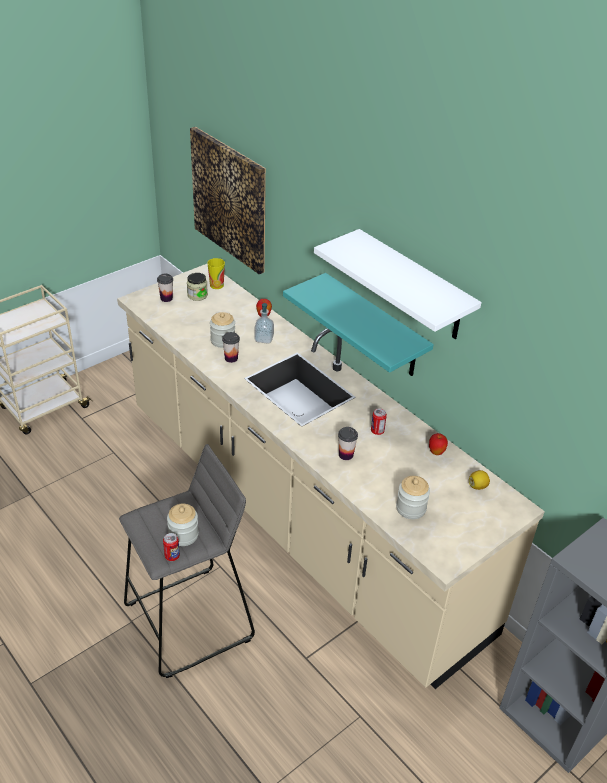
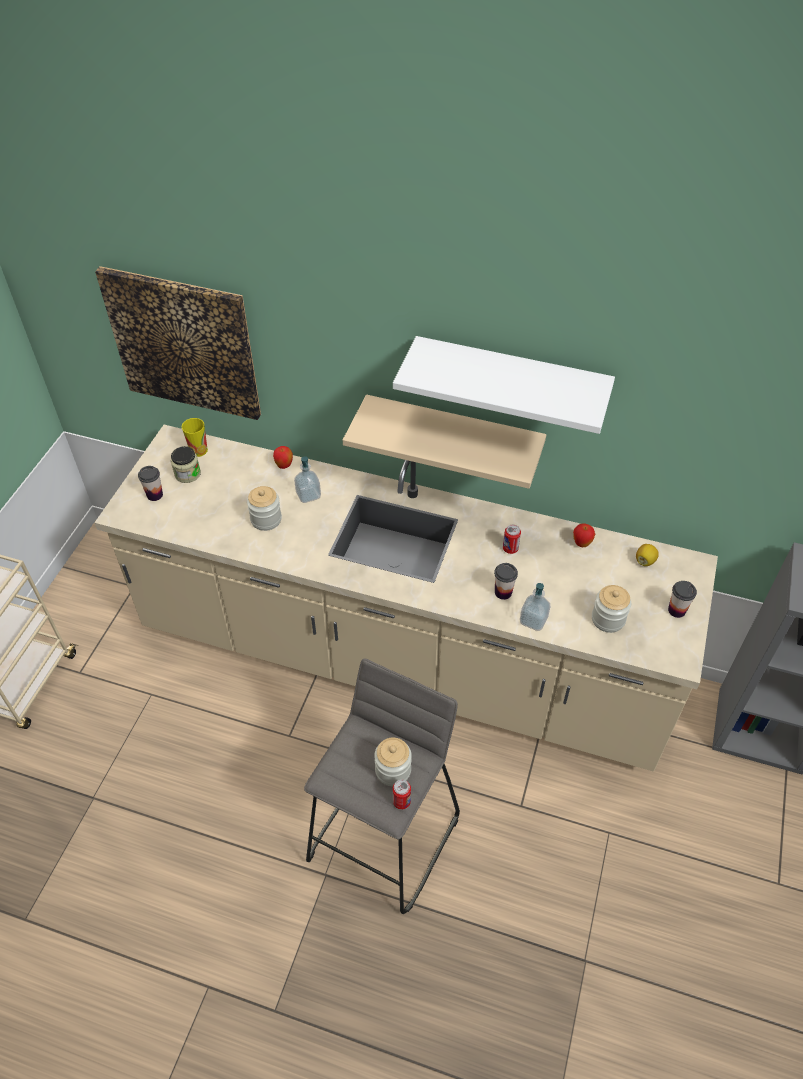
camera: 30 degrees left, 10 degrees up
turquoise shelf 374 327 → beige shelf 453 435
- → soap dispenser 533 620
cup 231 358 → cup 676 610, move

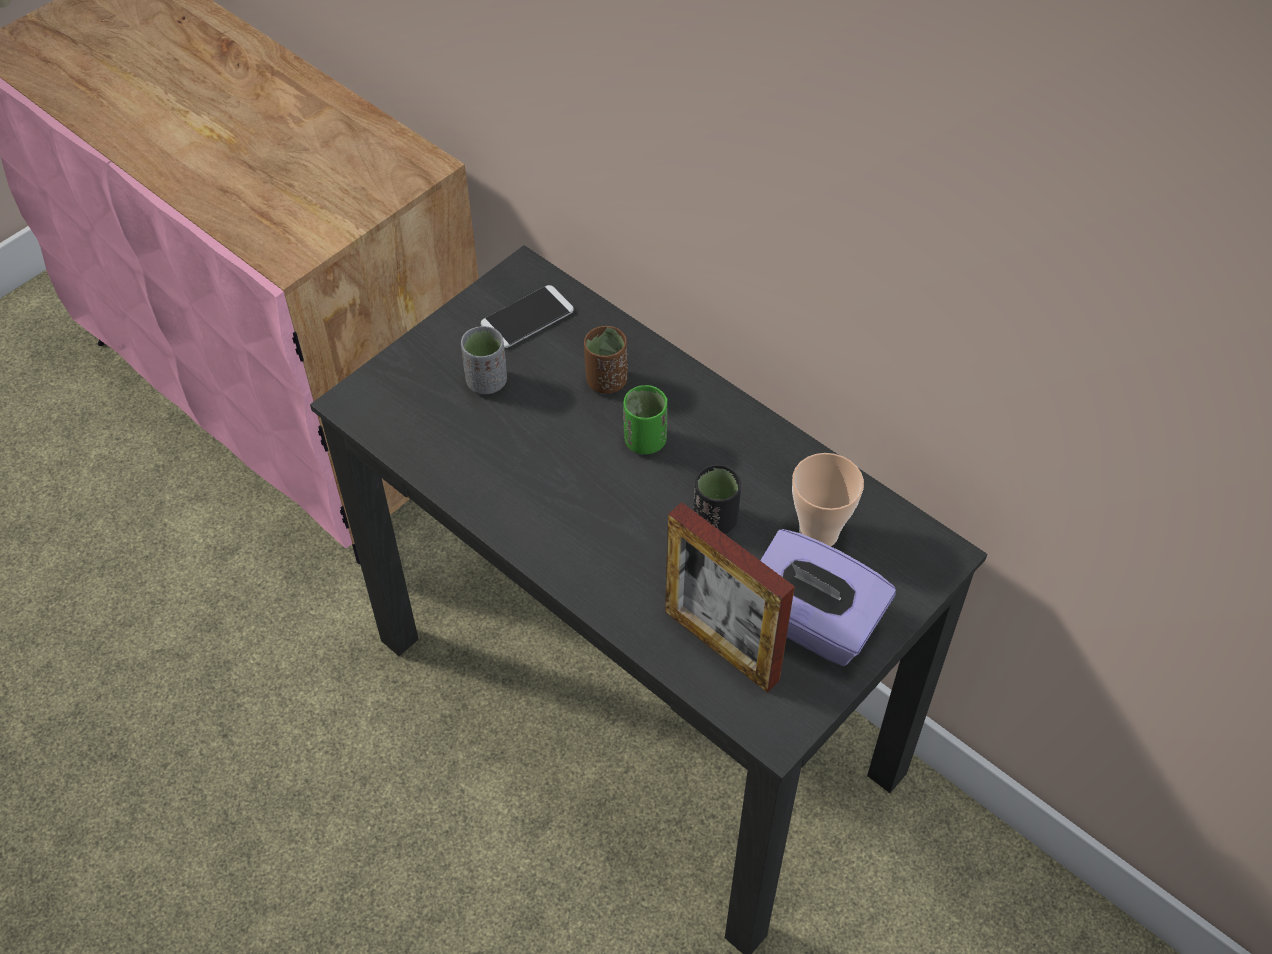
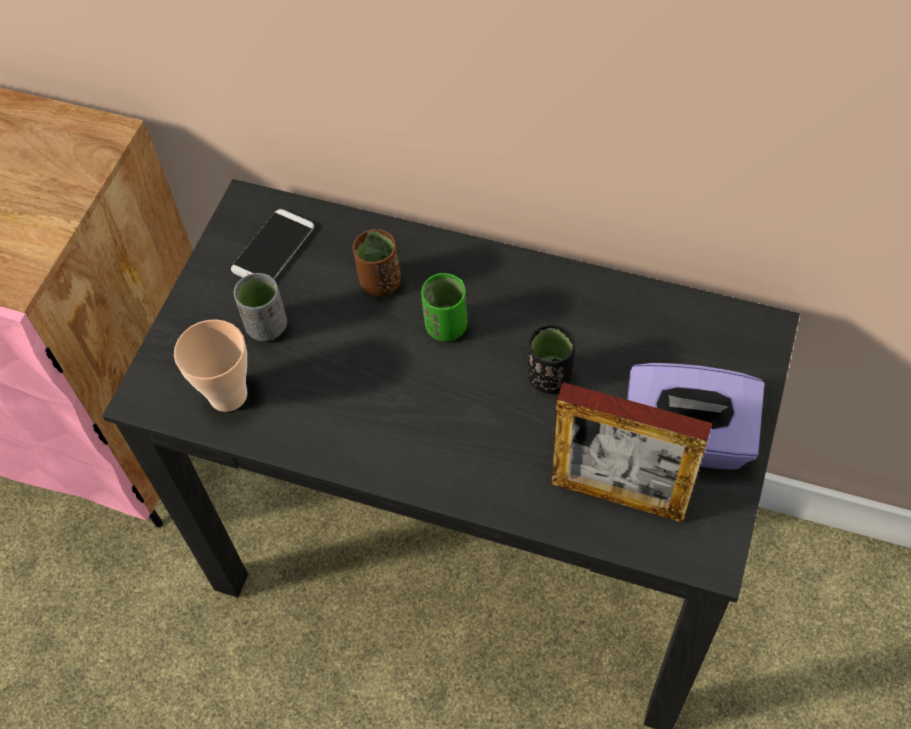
camera: 20 degrees left, 5 degrees up
cup 818 533 → cup 228 395, move

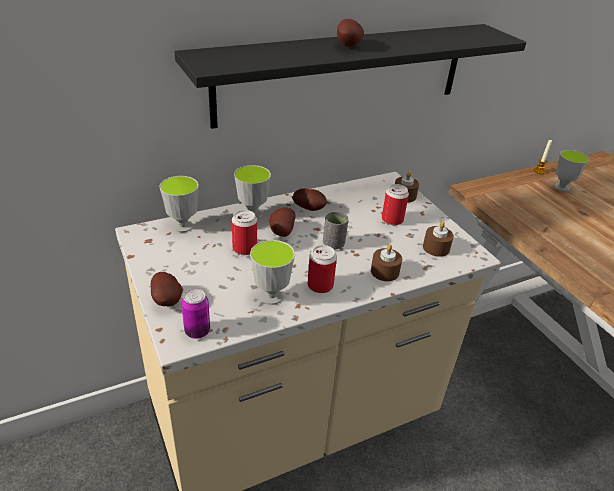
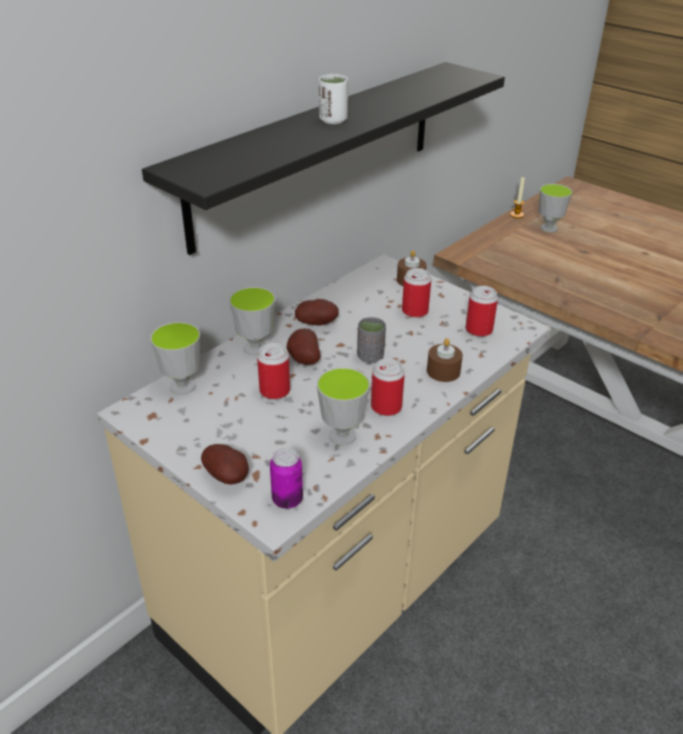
camera: 20 degrees left, 0 degrees up
potato 348 46 → white cup 333 120
brown candle 436 248 → can 479 330

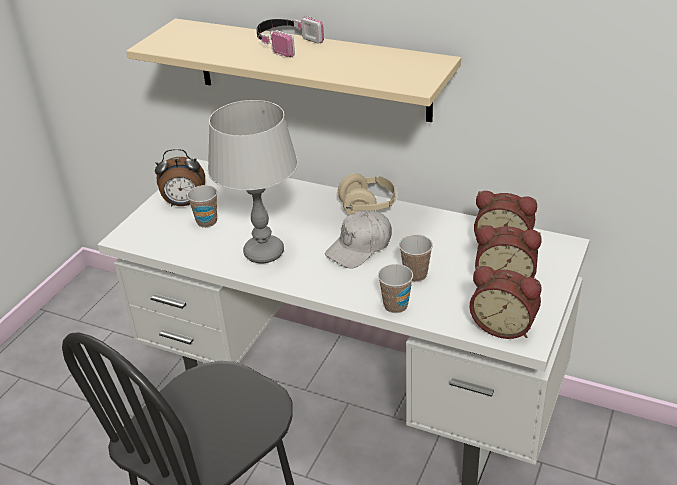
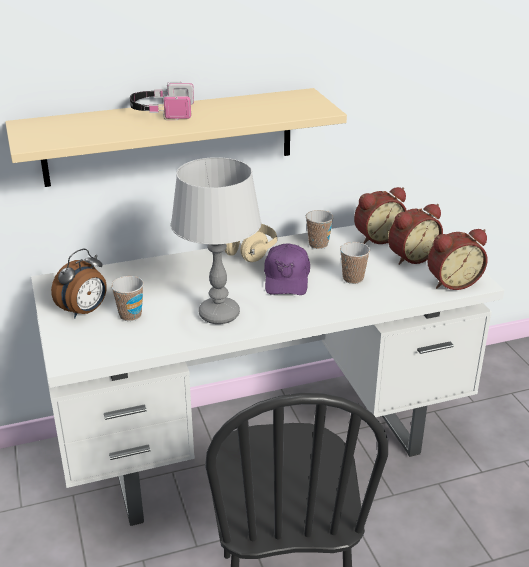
camera: 45 degrees left, 5 degrees down
white cap 360 247 → purple cap 287 279
cup 395 305 → cup 318 244, move

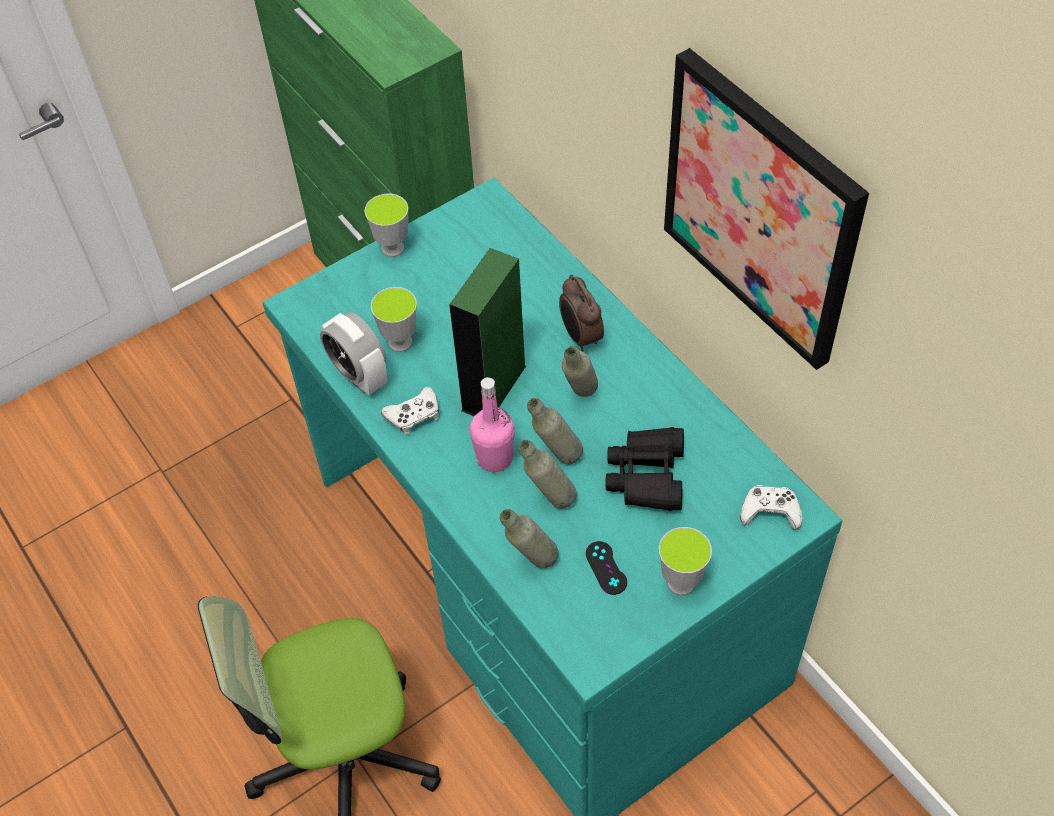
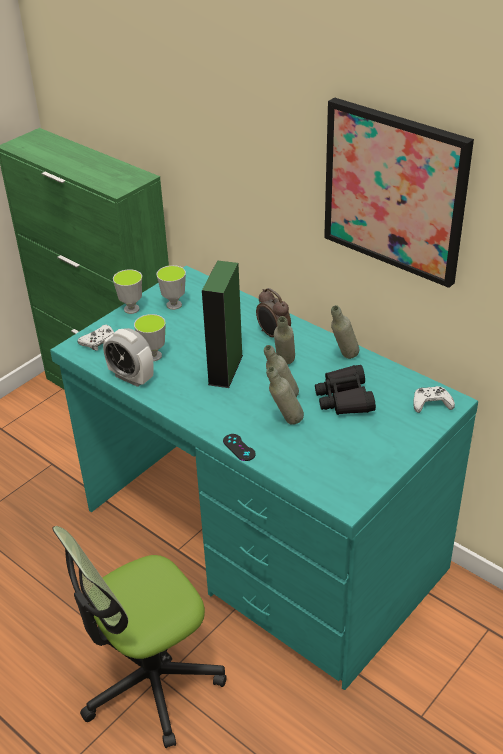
camera: 15 degrees left, 15 degrees down
white game controller 414 415 → white game controller 99 341, move
cup 681 583 → cup 174 305, move
black game controller 606 568 → black game controller 239 447, move
grey bottle 531 563 → grey bottle 343 358, move
pink bottle 494 458 → -

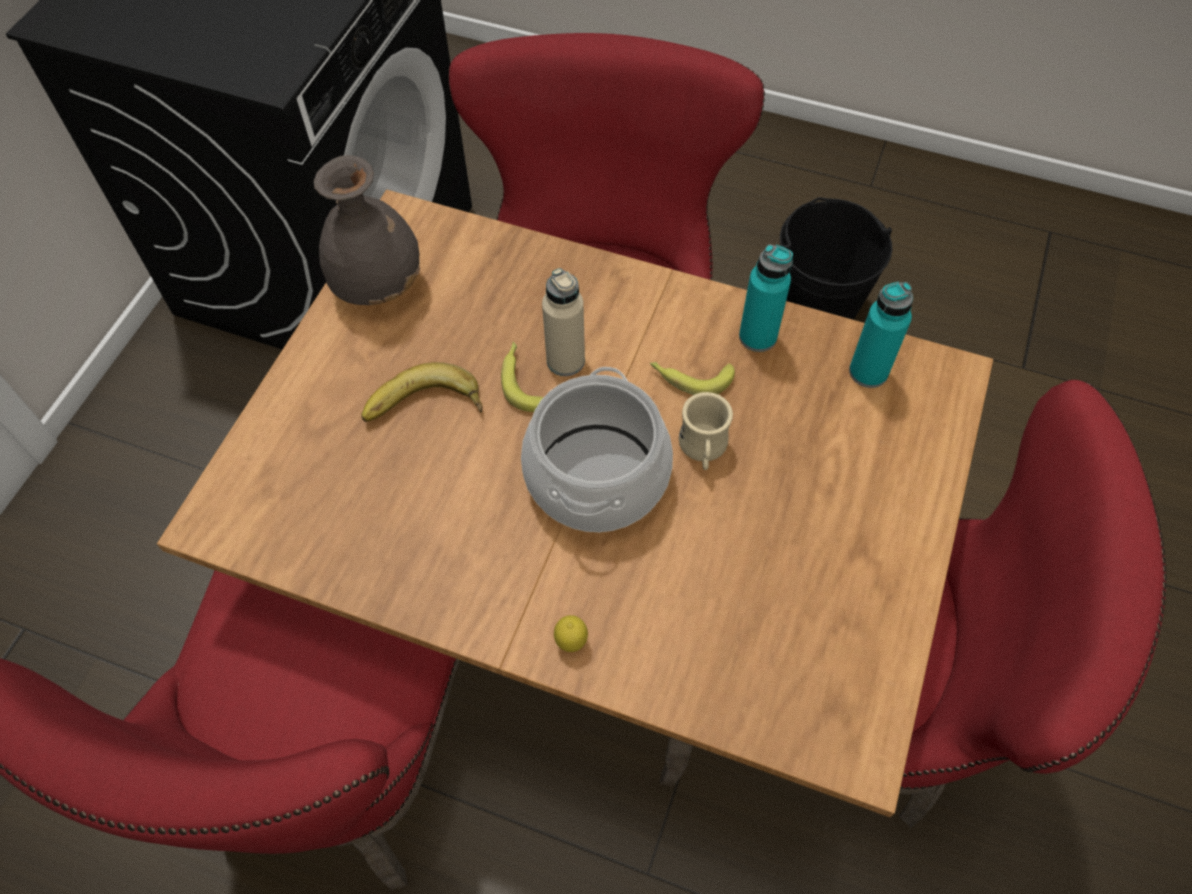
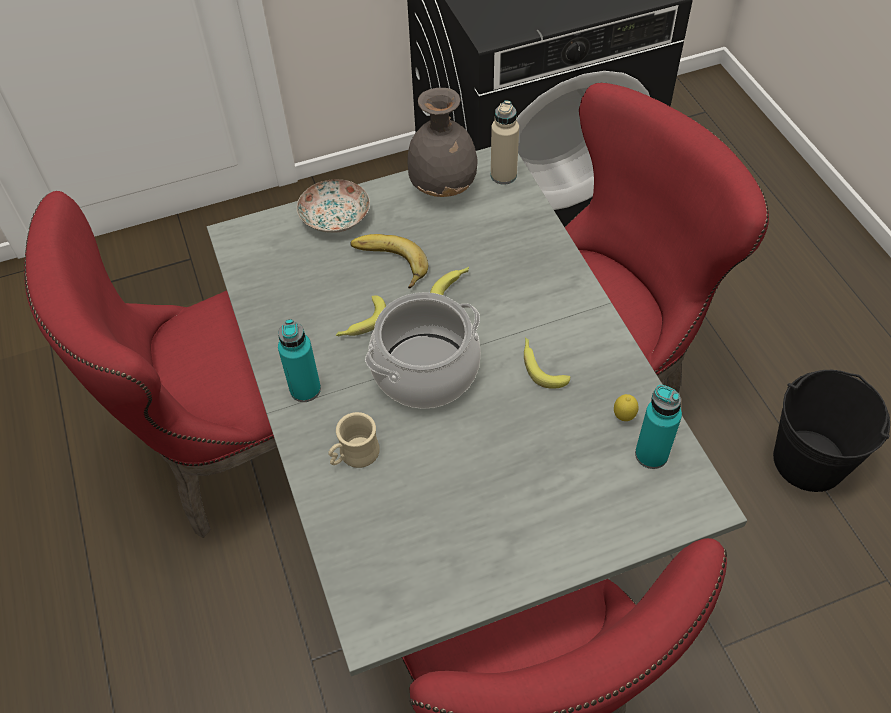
camera: 50 degrees right, 5 degrees down
brown dining table 597 606 → grey dining table 451 502
turquoise bottle 757 337 → turquoise bottle 305 389, move
- → plate 336 216
beige mug 703 449 → beige mug 354 455, move
- → banana 361 323
beige bottle 565 360 → beige bottle 503 175, move
lemon 571 642 → lemon 623 417, move

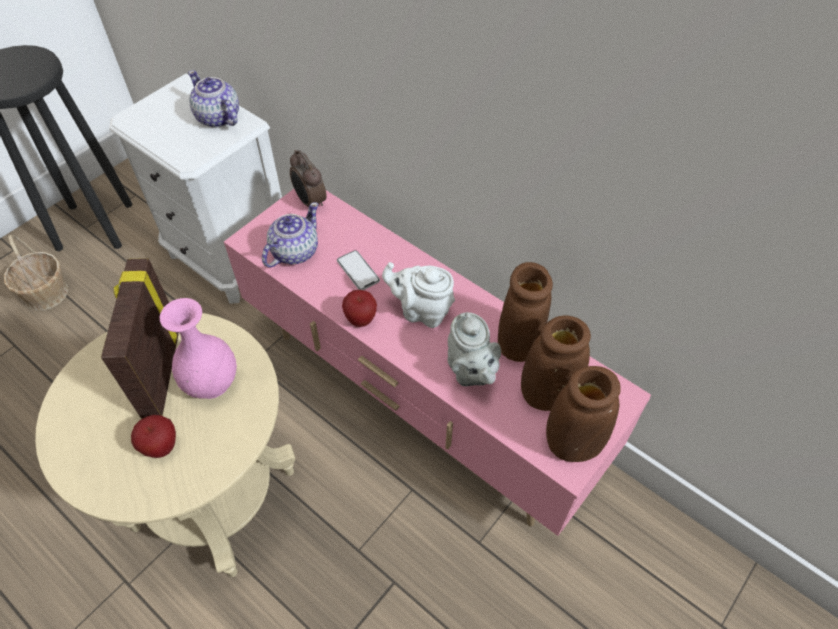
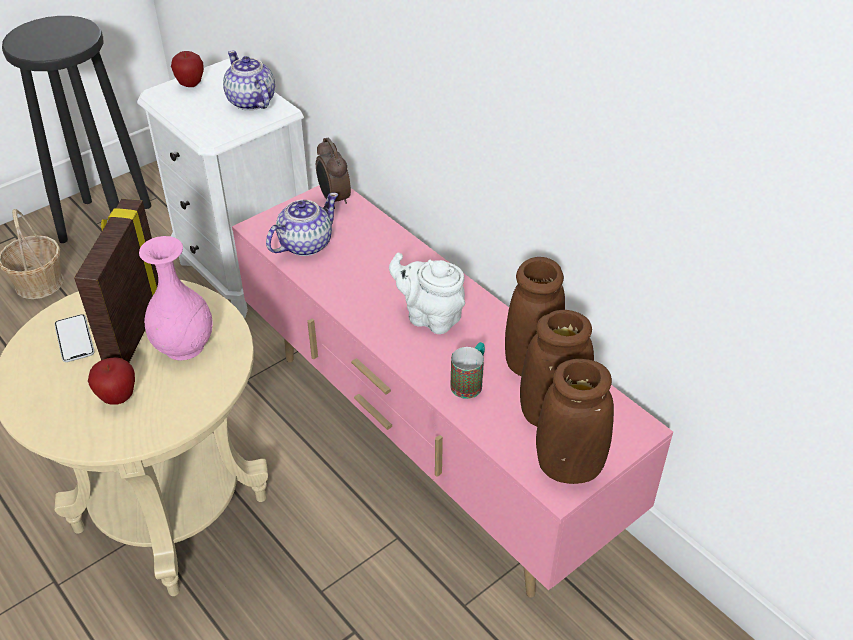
camera: 10 degrees right, 10 degrees down
phone 358 271 → phone 74 339, move
apple 361 320 → apple 190 84, move
grey teapot 470 372 → mug 470 382

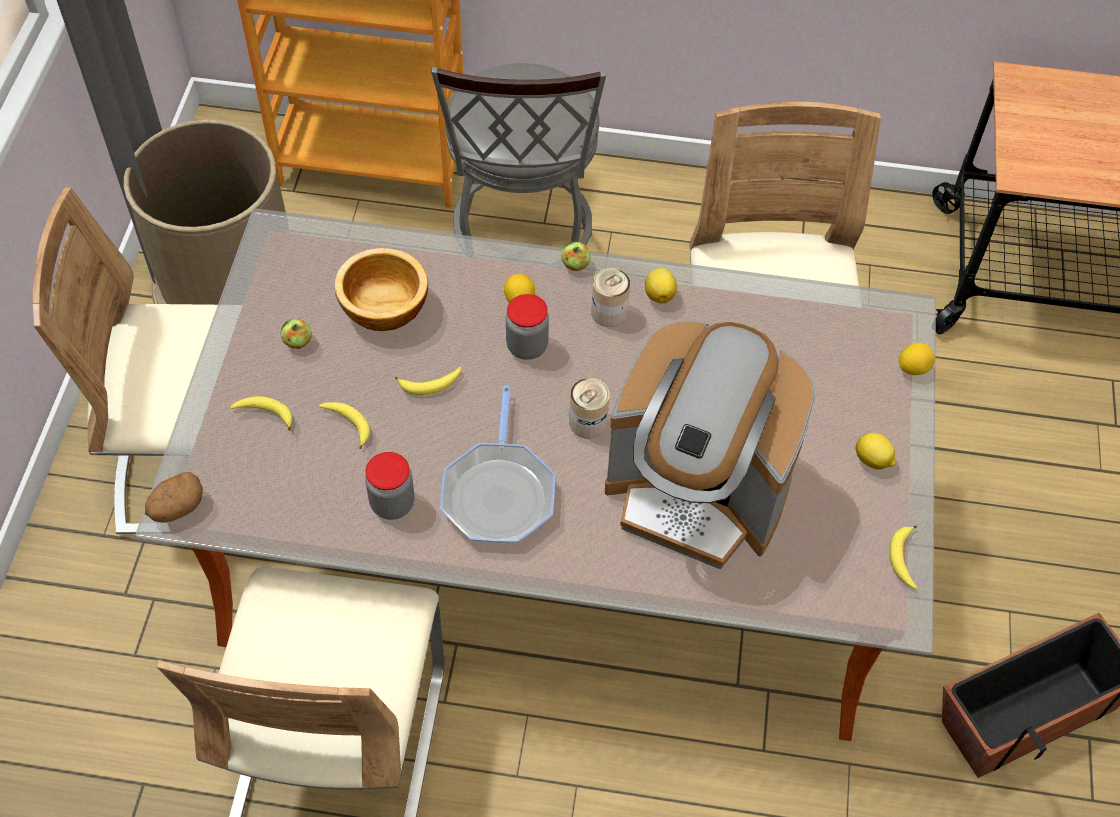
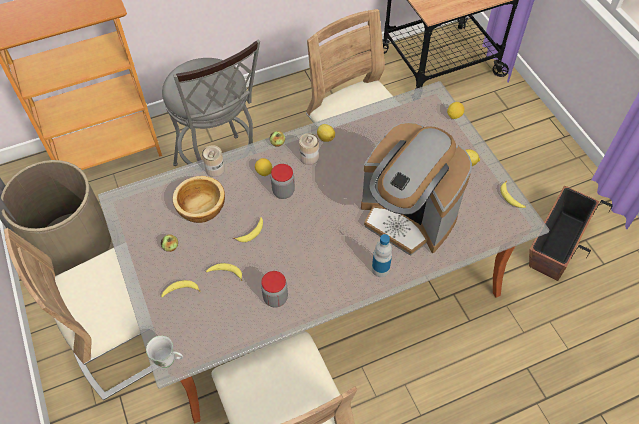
camera: 30 degrees left, 0 degrees up
potato 177 508 → white mug 170 361
can 588 422 → can 215 169, move
coffee machine 697 494 → coffee machine 408 217, 45 degrees clockwise
- → bottle 380 269
frying pan 499 492 → -

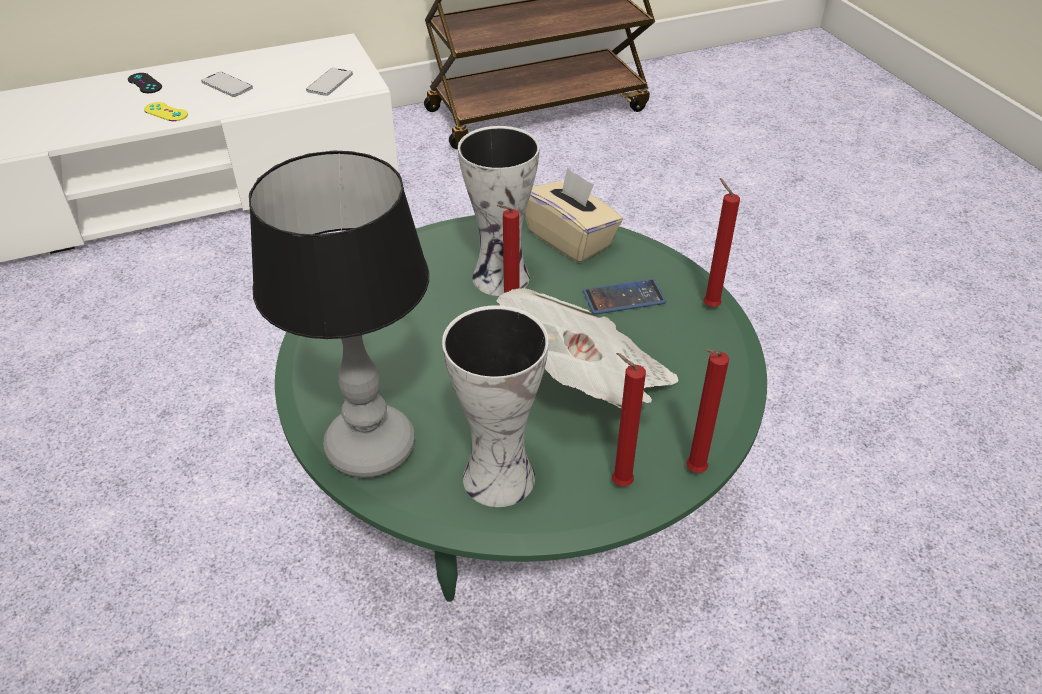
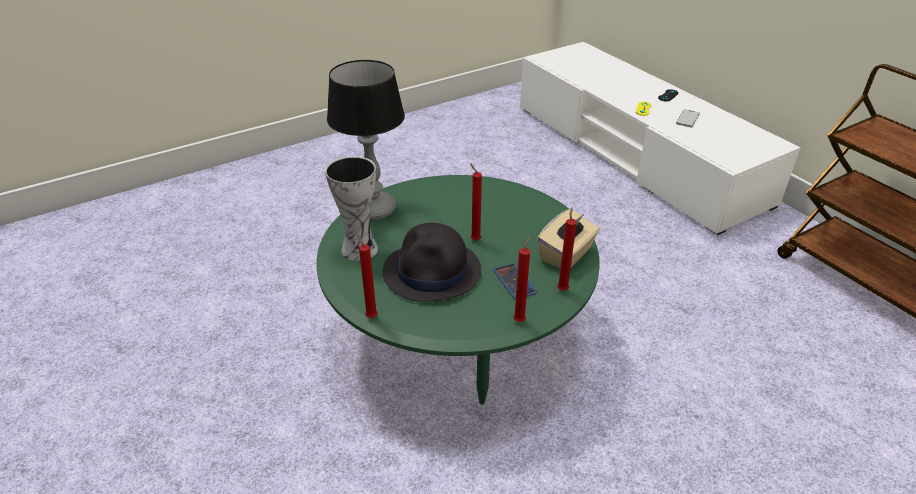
camera: 80 degrees right, 5 degrees down
newspaper 585 383 → black hat 432 272
red candle 618 482 → red candle 562 289, move
phone 330 83 → -
vase 503 278 → -

